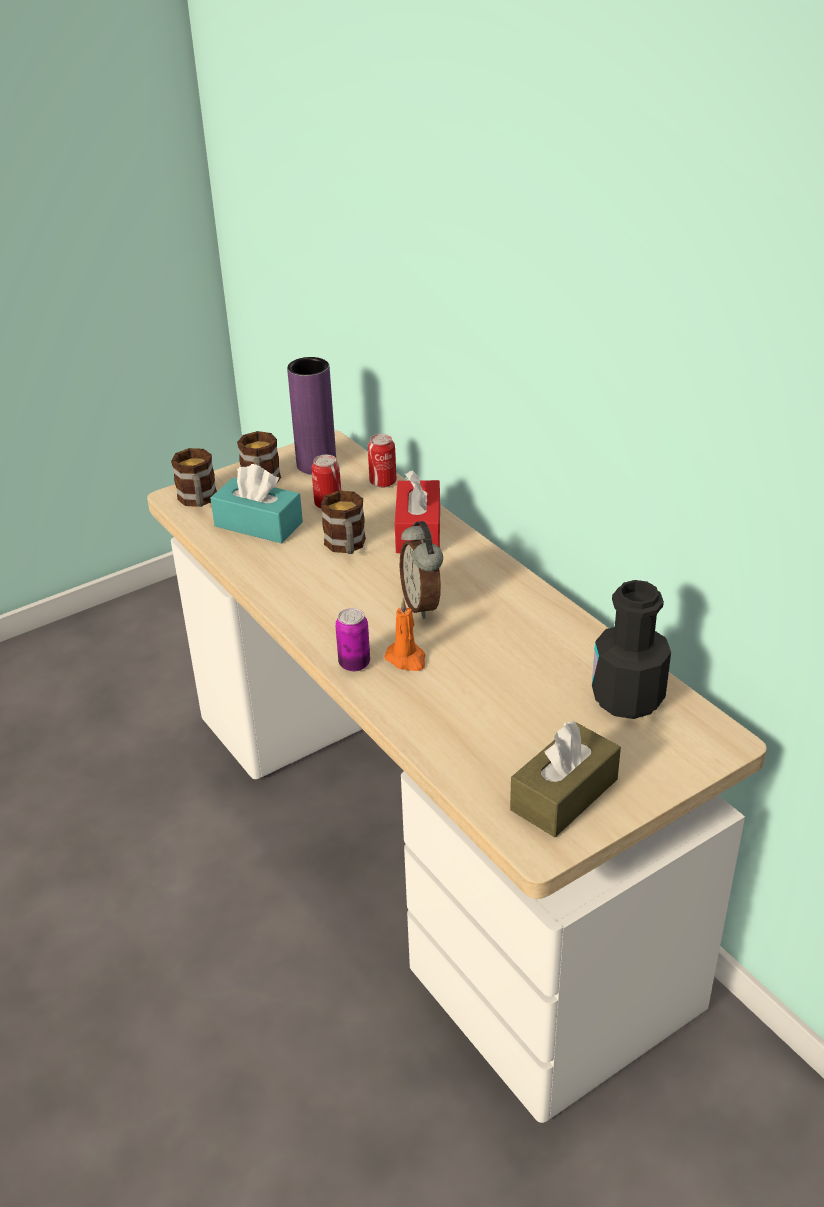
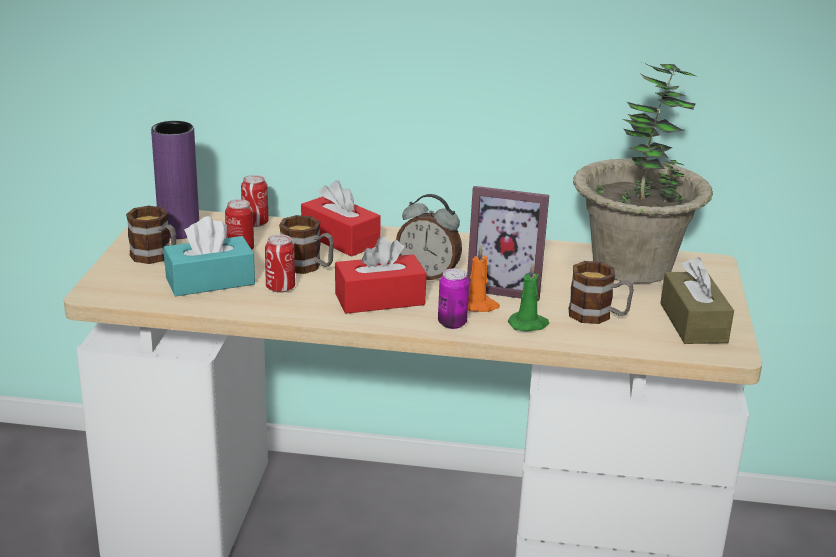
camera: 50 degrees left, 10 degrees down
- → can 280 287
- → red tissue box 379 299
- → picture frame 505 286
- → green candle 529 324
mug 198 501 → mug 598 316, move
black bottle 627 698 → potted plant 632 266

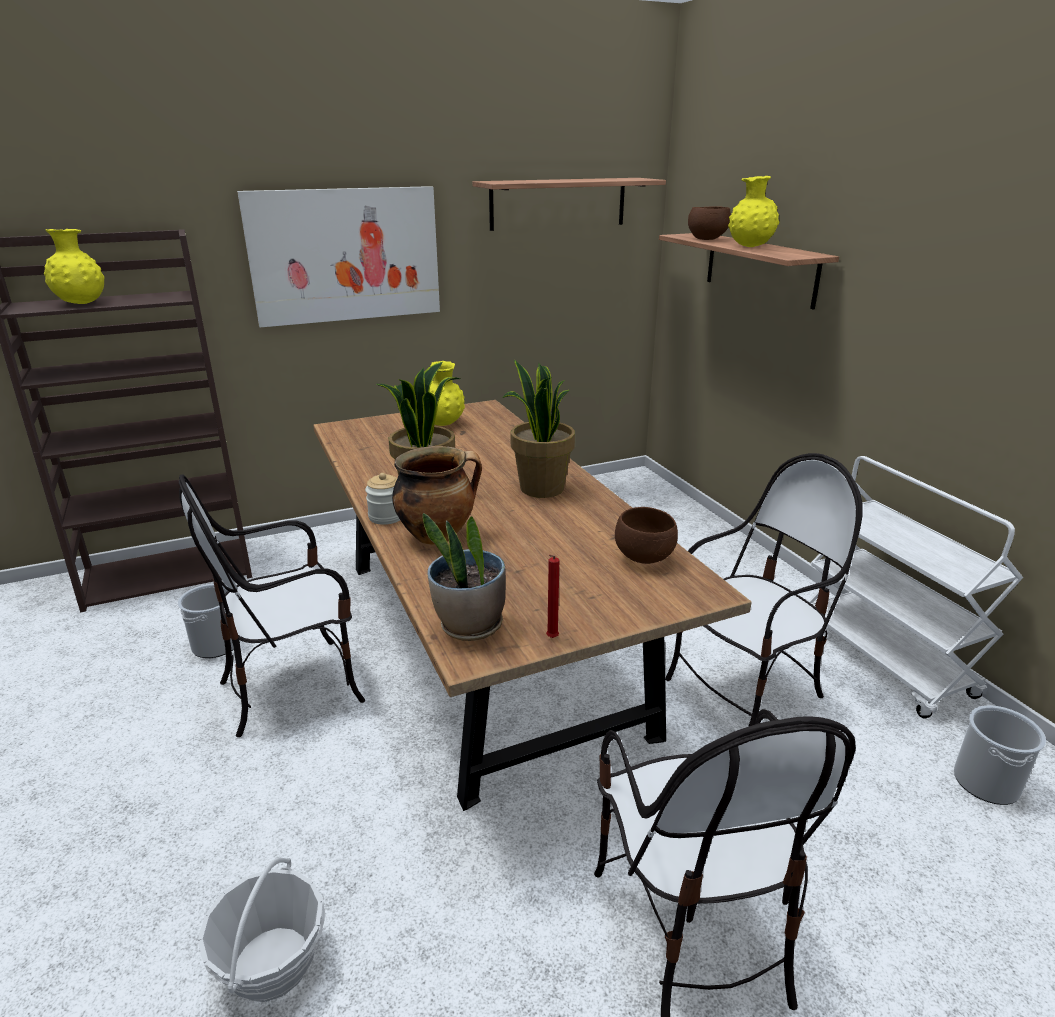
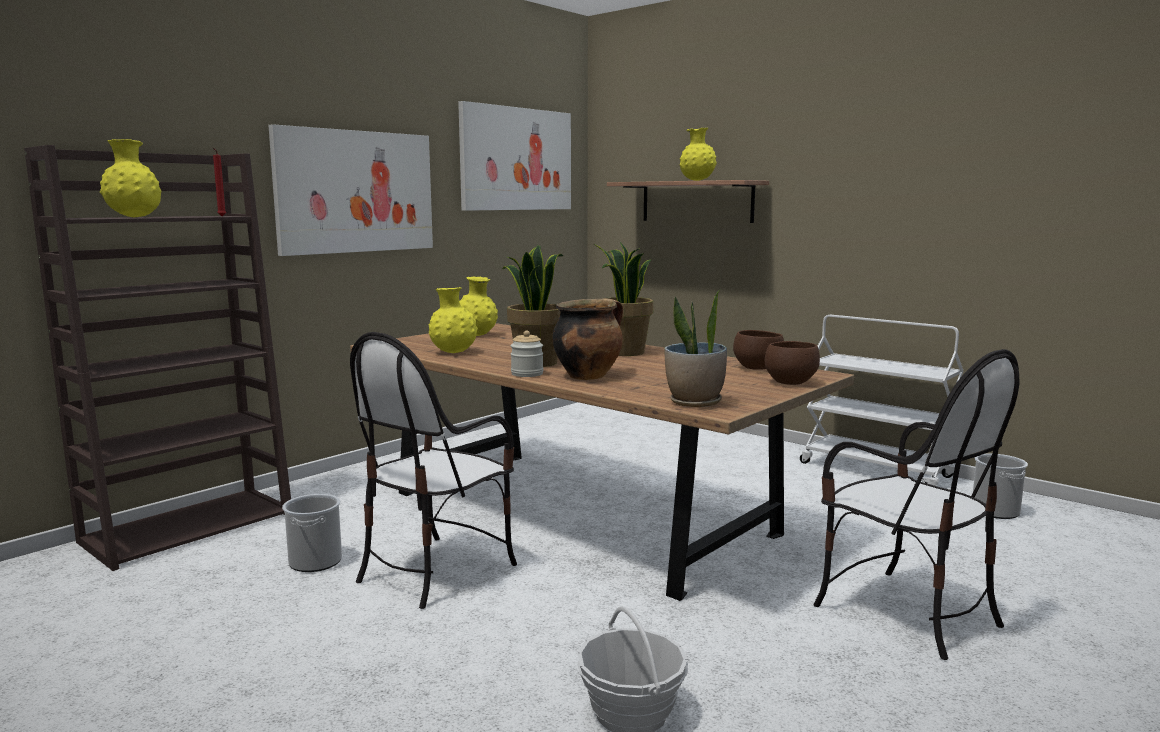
camera: 25 degrees left, 15 degrees down
red candle 551 639 → red candle 221 216, move
- → yellow vase 453 353
shelf 558 203 → picture 516 159
brown bowl 706 239 → brown bowl 789 382, move
chair 745 693 → -

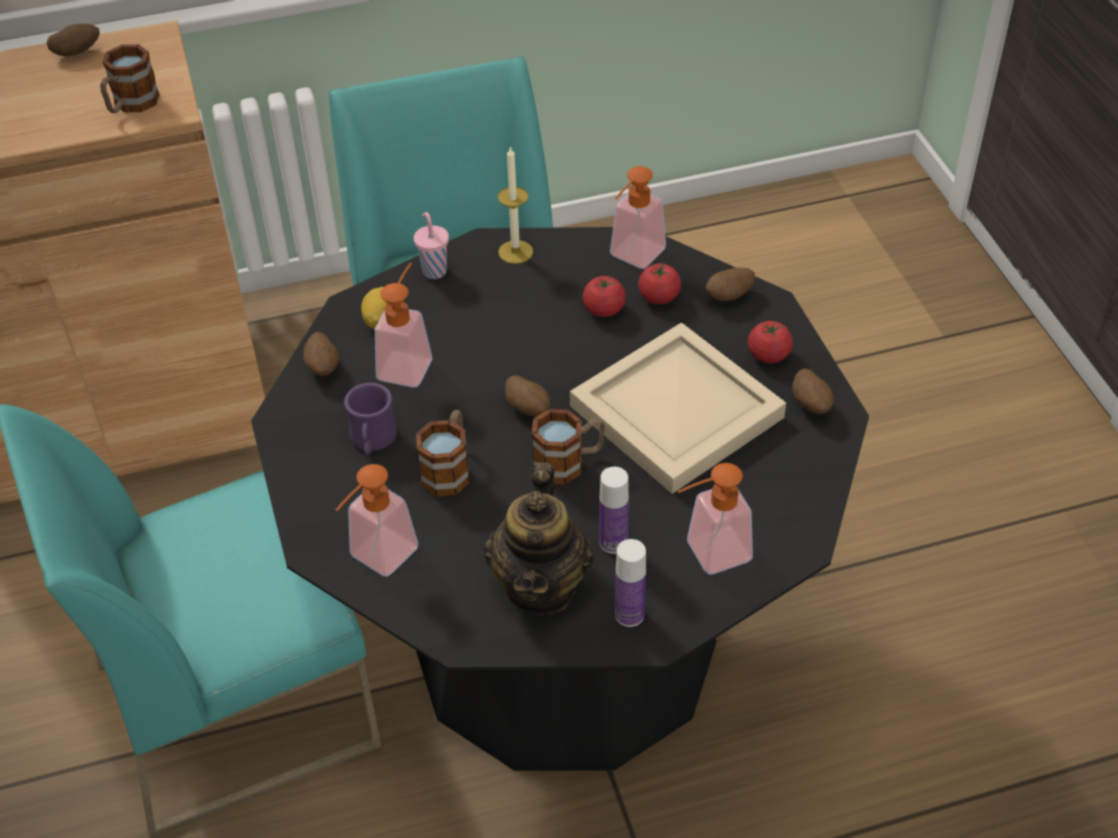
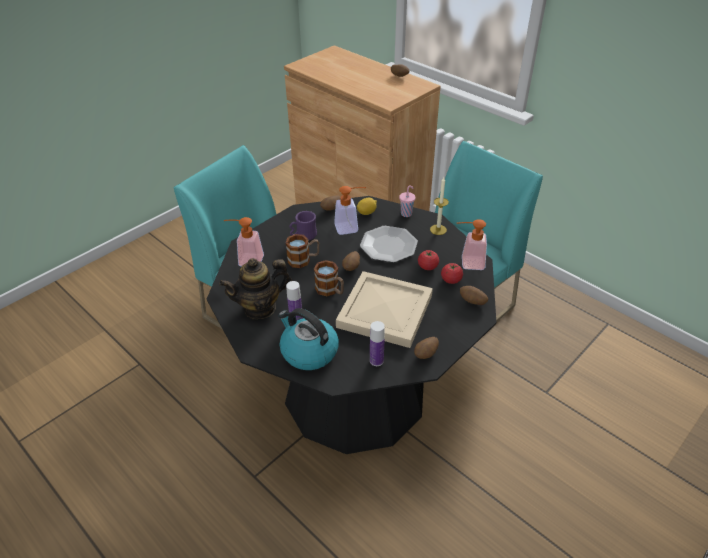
camera: 60 degrees right, 5 degrees down
soap dispenser 708 555 → kettle 308 352
- → plate 388 245
bottle 629 615 → bottle 376 361, move
mug 131 105 → -
tomato 768 355 → -

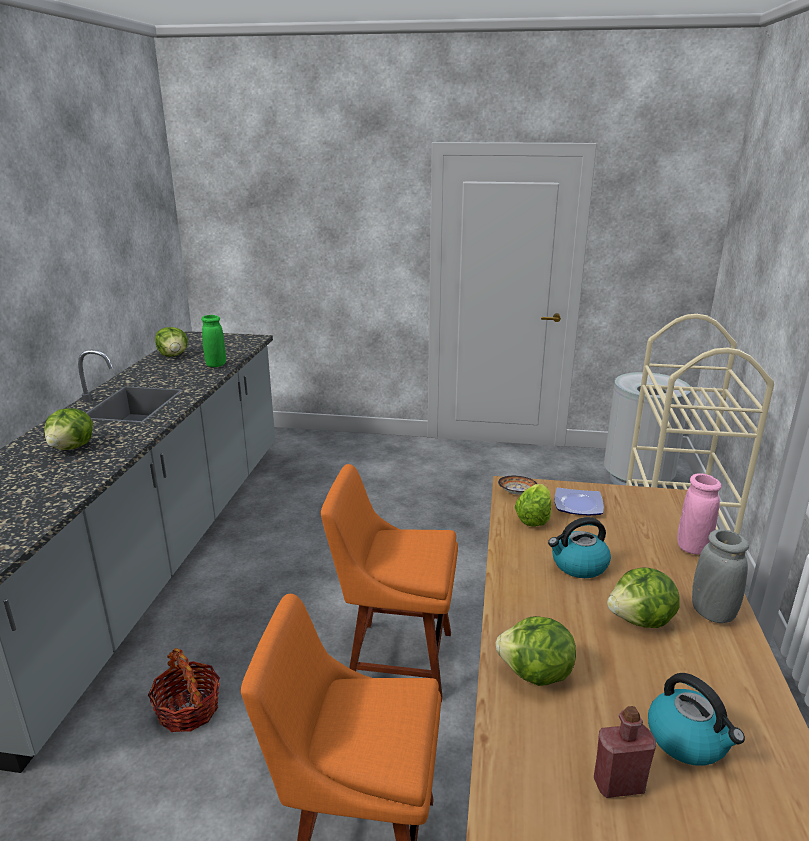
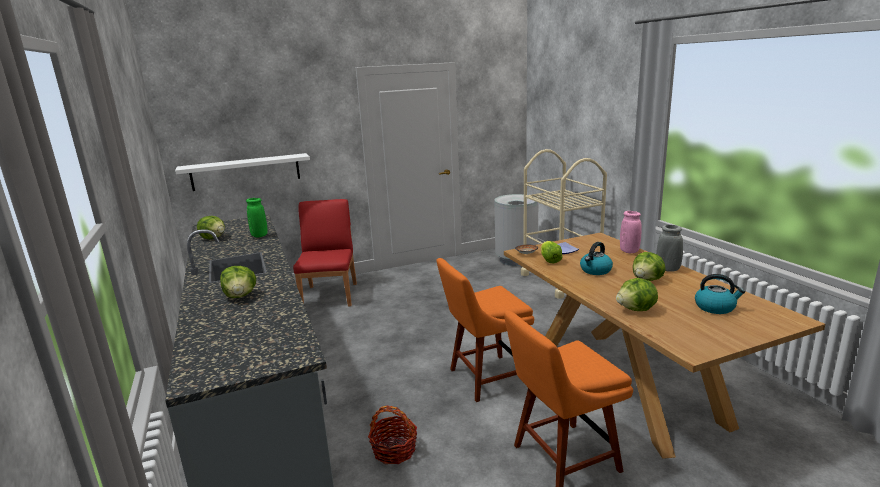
camera: 30 degrees left, 5 degrees down
- → white shelf 246 172
- → red chair 330 295
red bottle 618 784 → -

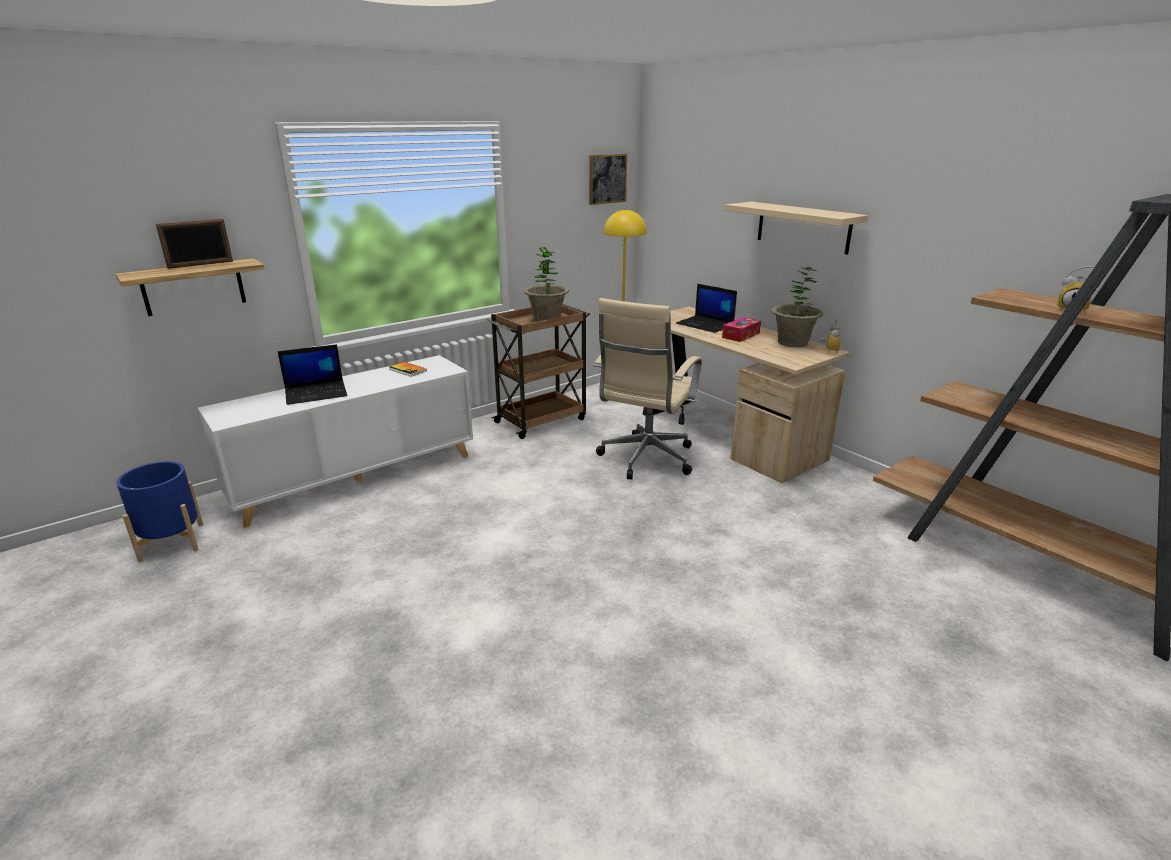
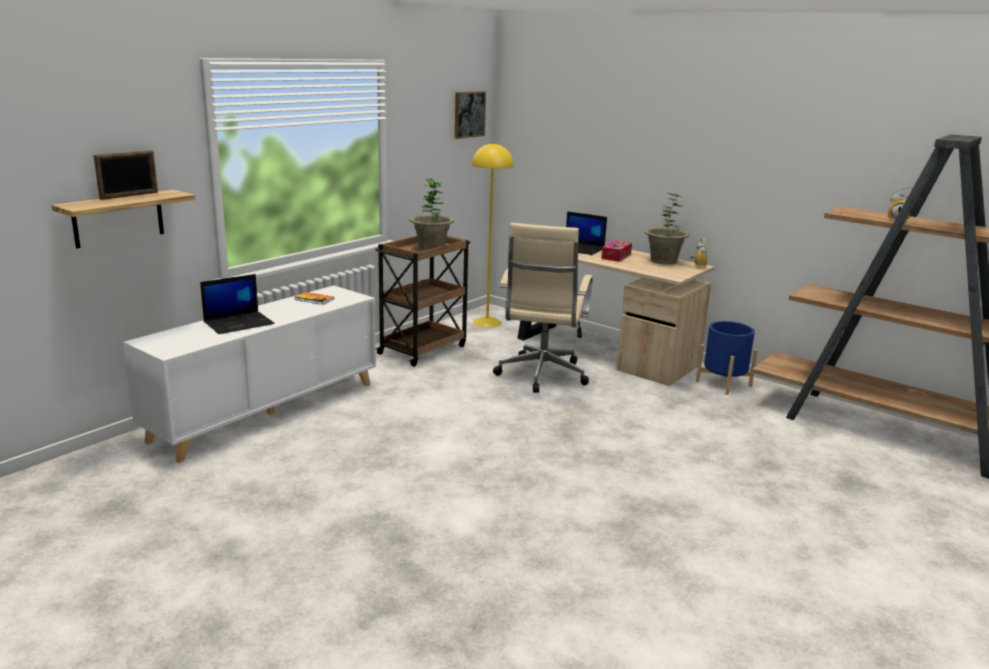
camera: 15 degrees left, 5 degrees down
blue planter 172 542 → blue planter 723 383, move
beige shelf 803 227 → -

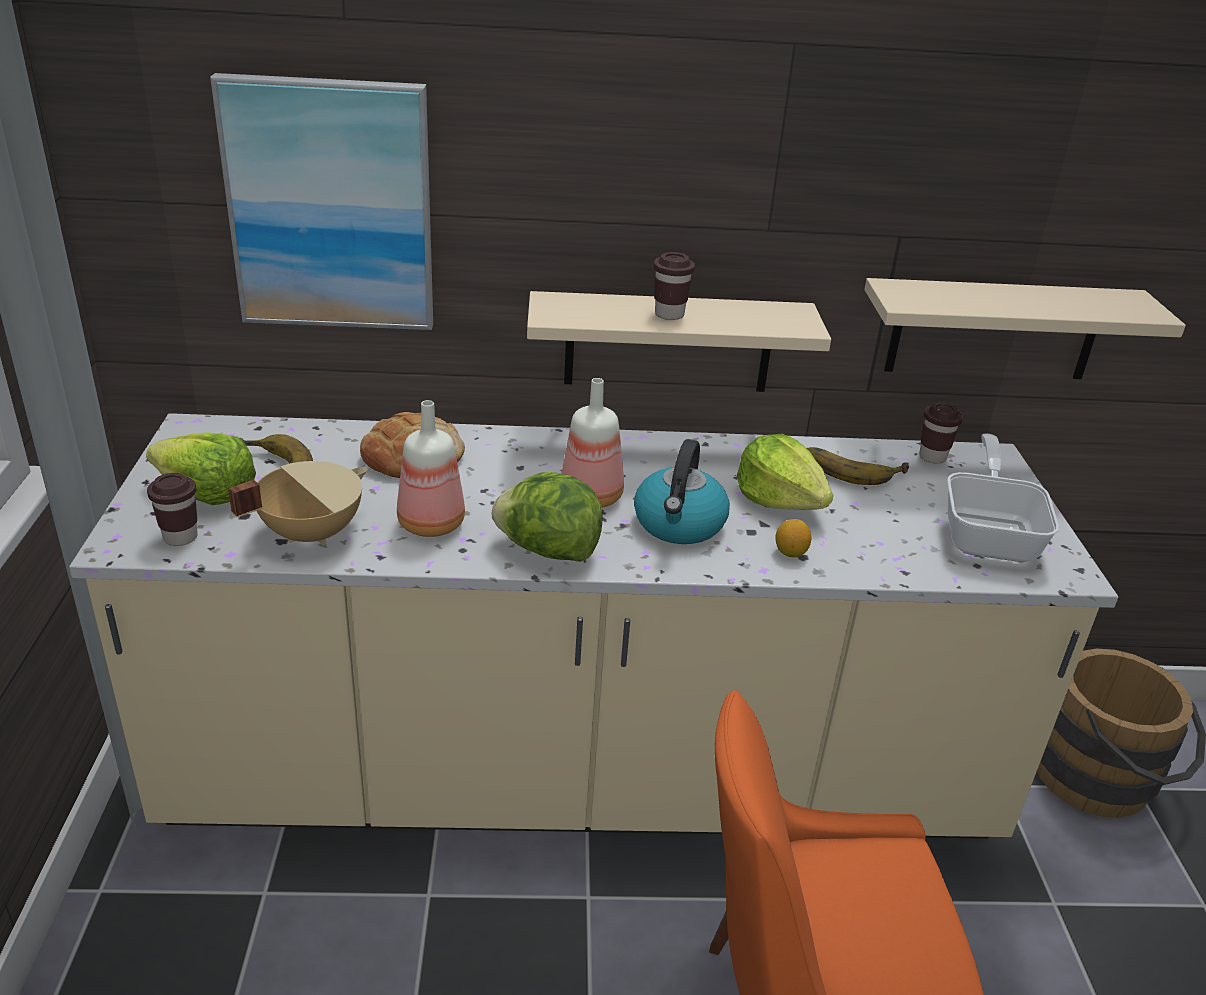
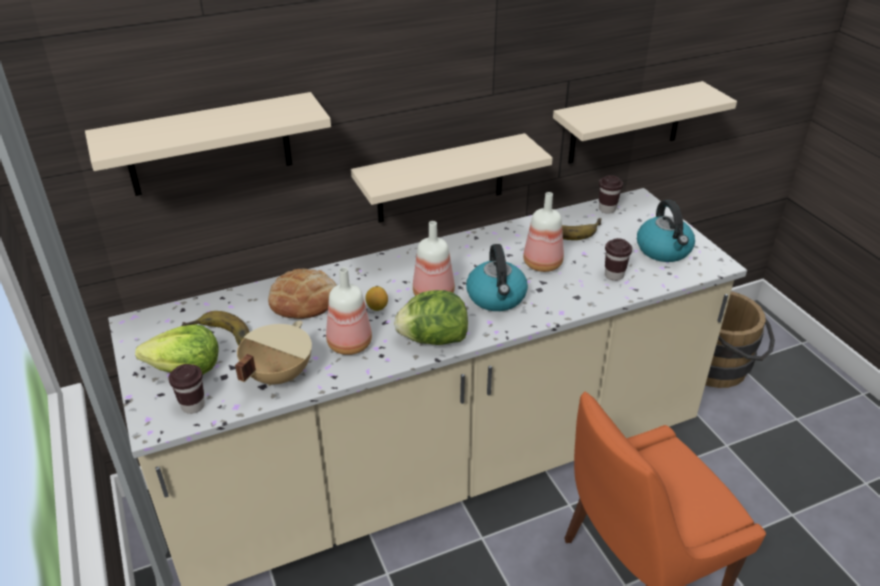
camera: 20 degrees left, 5 degrees up
picture 331 206 → beige shelf 209 145
lemon 790 552 → lemon 377 307, move
lettuce 780 500 → bottle 542 263
brown cup 669 314 → brown cup 614 275, move
frying pan 989 533 → kettle 664 250

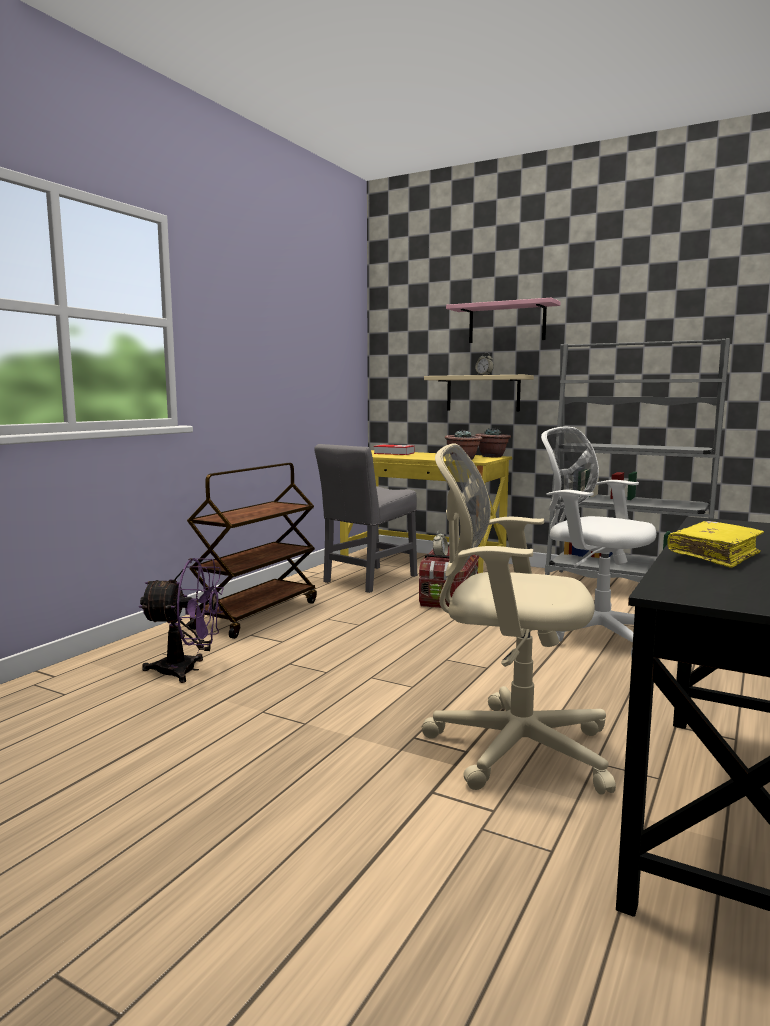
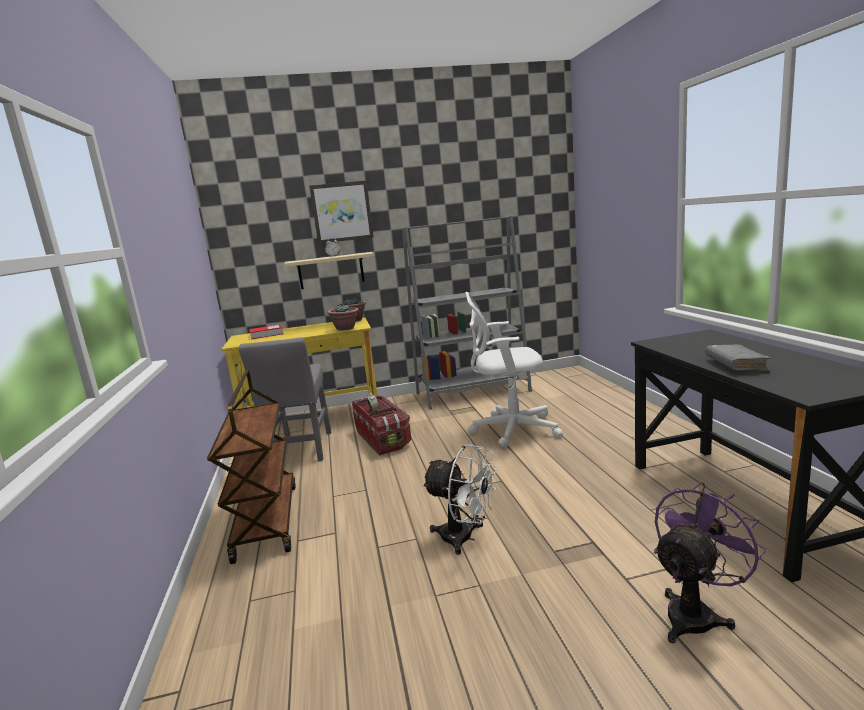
camera: 40 degrees left, 5 degrees up
pink shelf 507 323 → picture 342 212
- → white fan 465 538
purple fan 187 670 → purple fan 696 613, move
yellow book 714 555 → grey book 735 365
beige office chair 510 747 → -

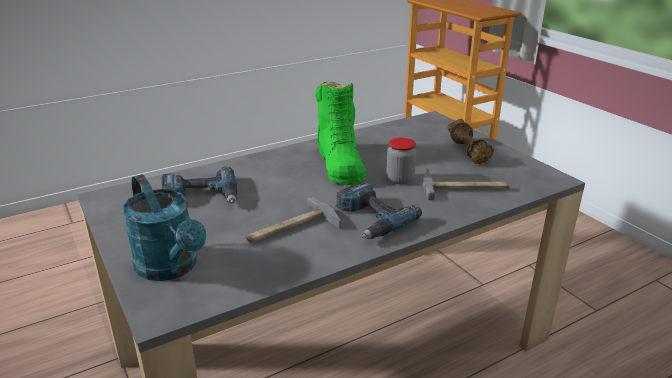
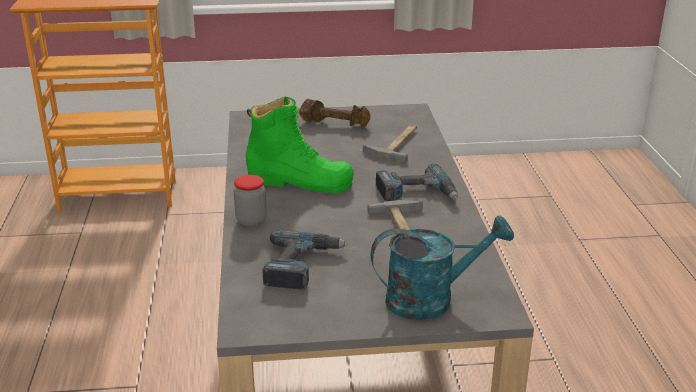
camera: 65 degrees left, 0 degrees up
jar 400 179 → jar 251 220, move

